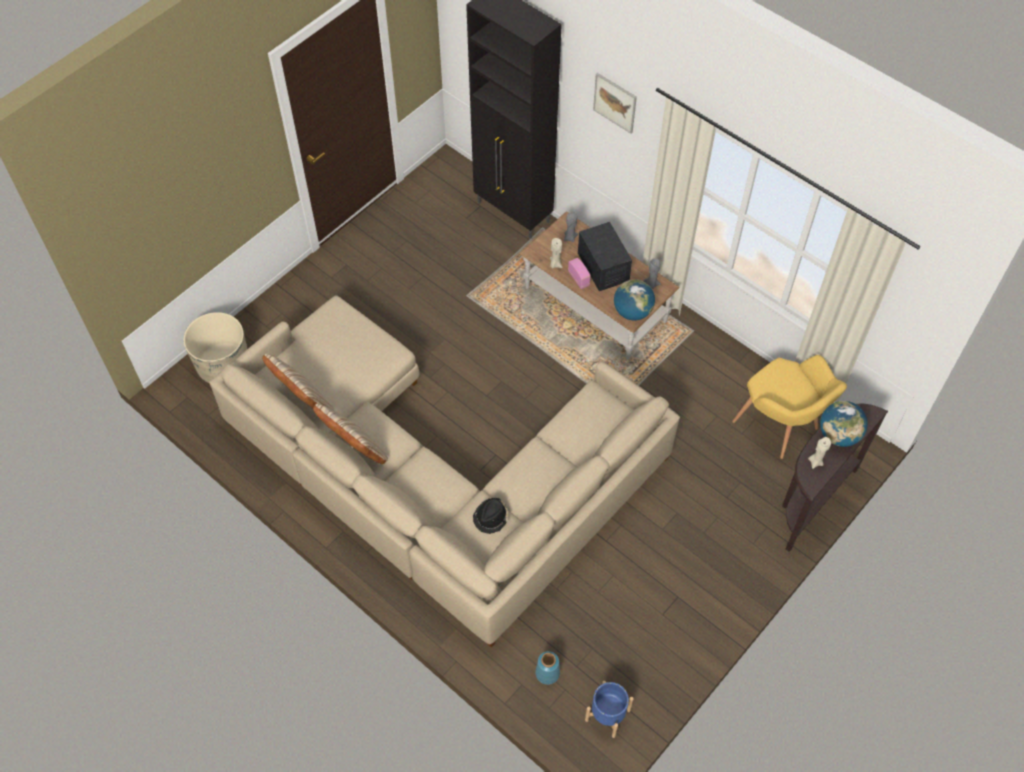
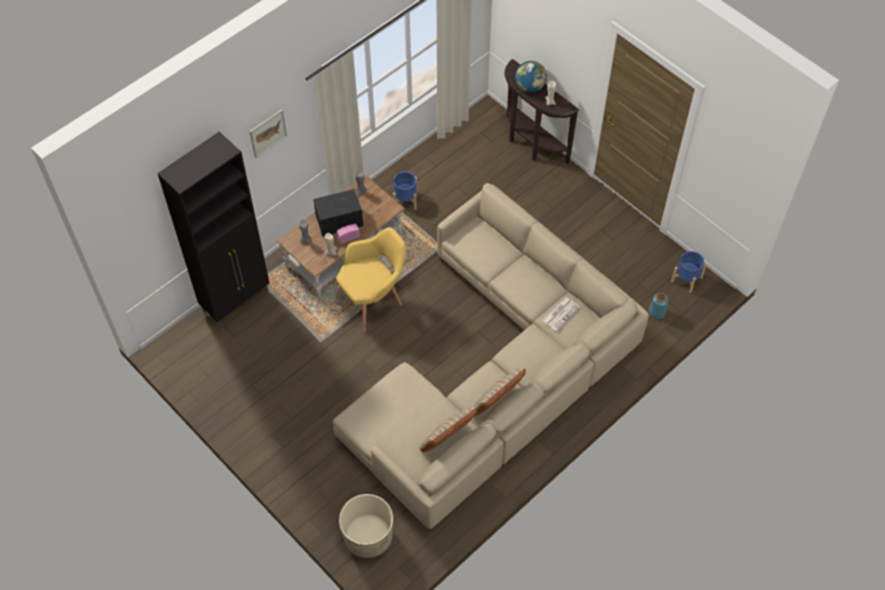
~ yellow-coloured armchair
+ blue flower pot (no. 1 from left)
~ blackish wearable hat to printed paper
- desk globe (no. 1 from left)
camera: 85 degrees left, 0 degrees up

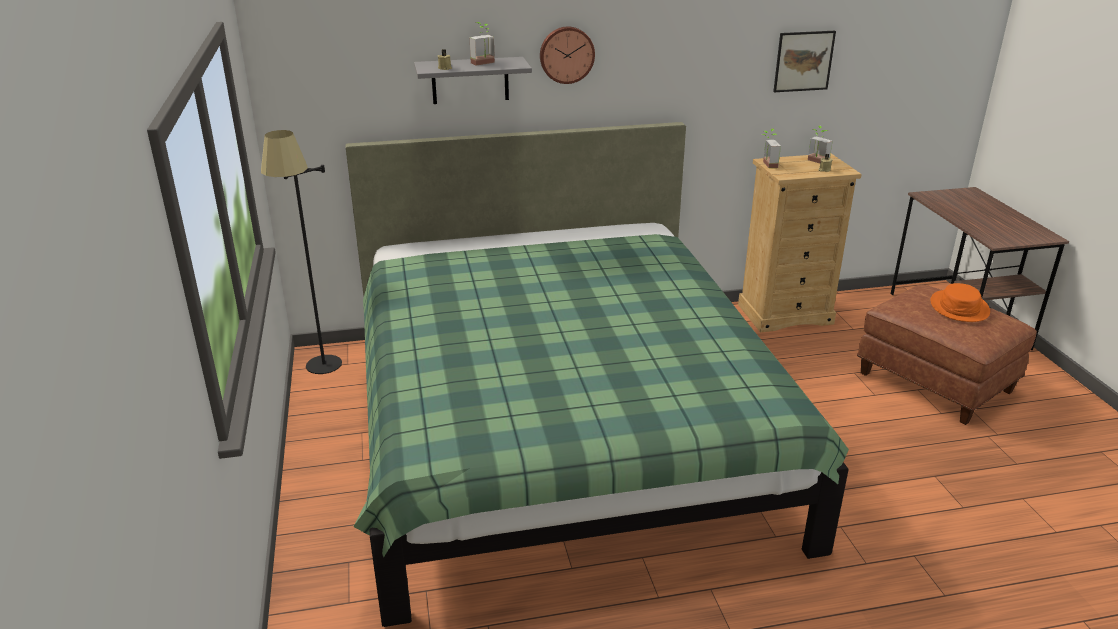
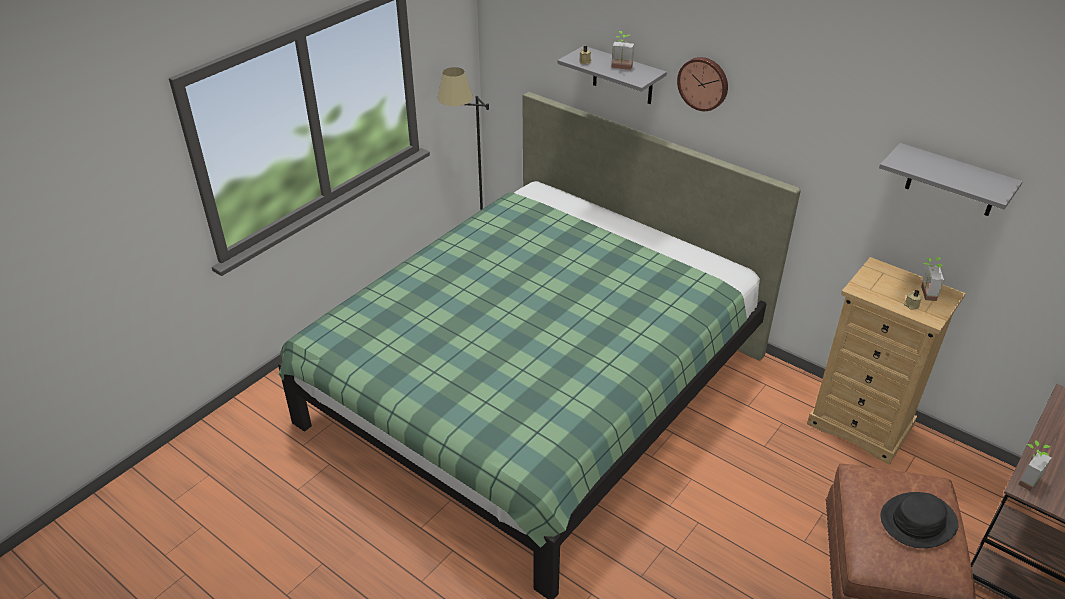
~ picture to greyish shelf (no. 2 from left)
~ orangey wearable hat to blackish wearable hat
~ potted plant (no. 2 from left in the first image) to potted plant (no. 3 from left)
camera: 50 degrees right, 10 degrees up

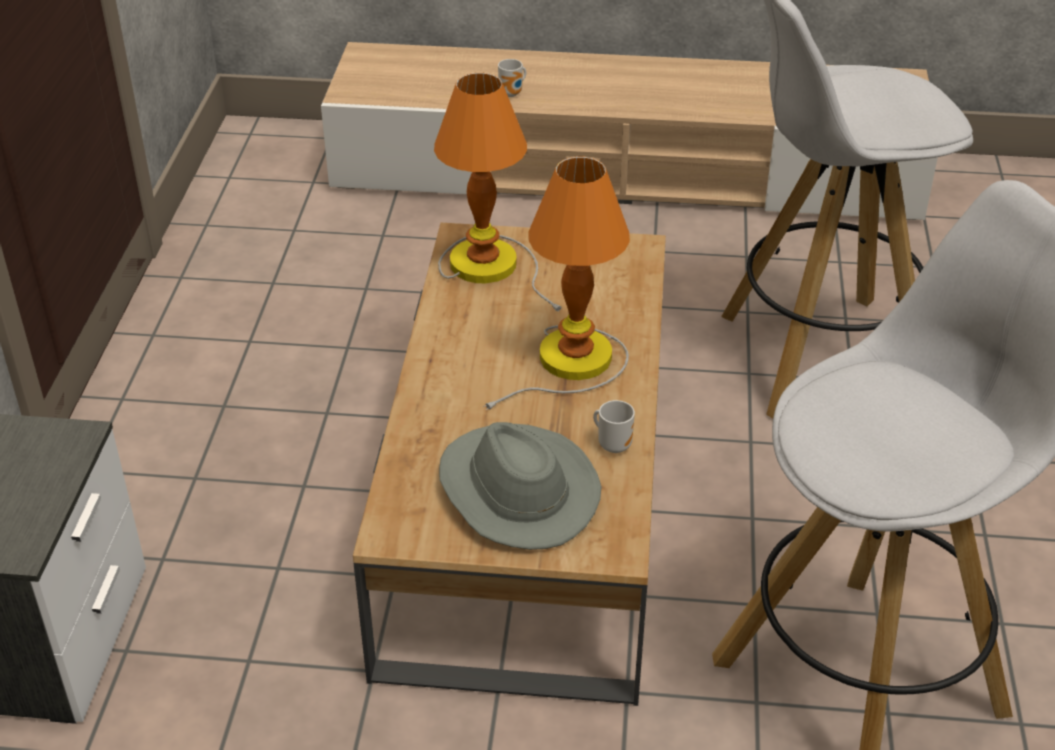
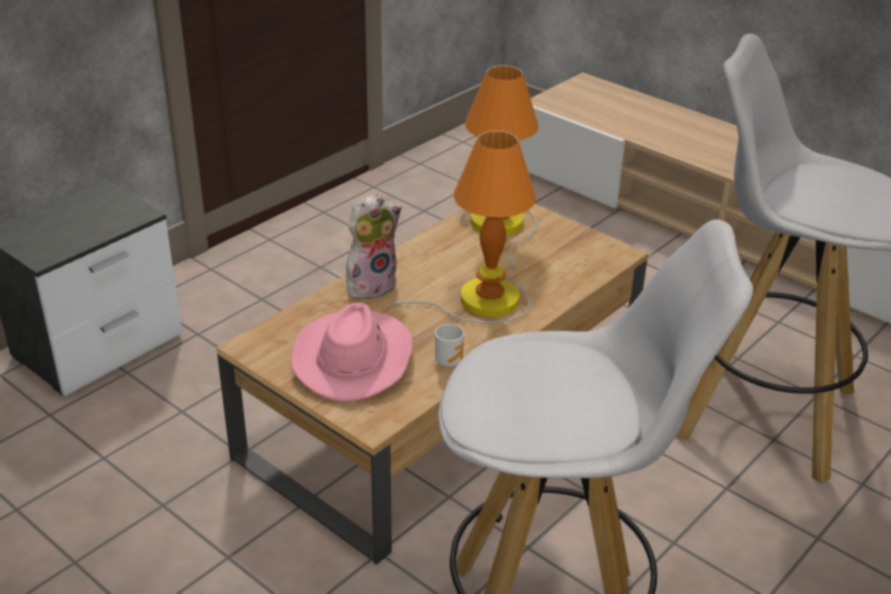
~ greyish wearable hat to pink-coloured wearable hat
+ plush toy
- tea mug (no. 1 from left)
camera: 35 degrees right, 5 degrees down

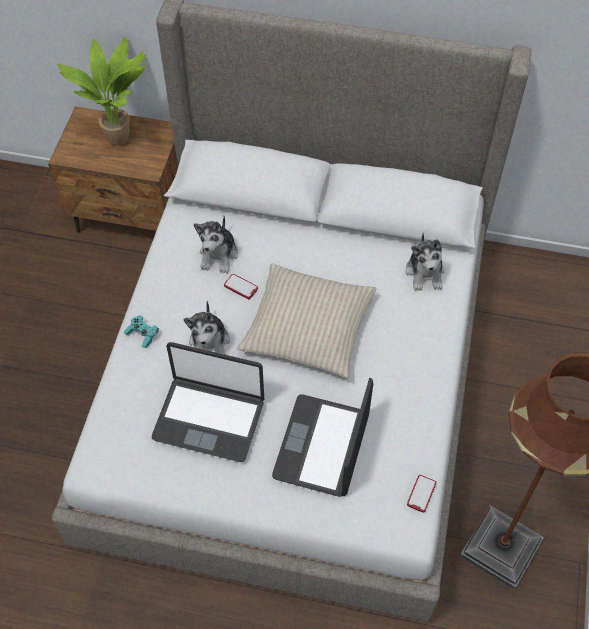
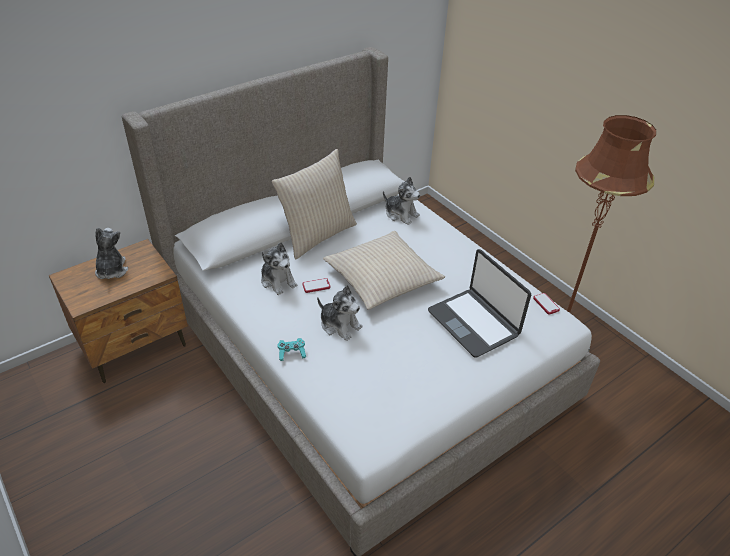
~ potted plant to plush toy (no. 1 from left)
+ sand-coloured throw pillow (no. 1 from left)
- portable computer (no. 1 from left)
camera: 50 degrees left, 15 degrees down

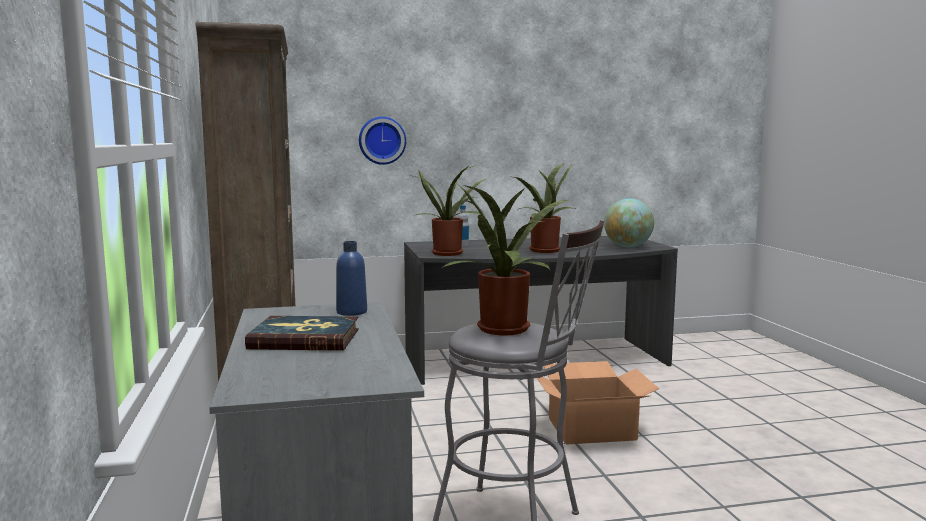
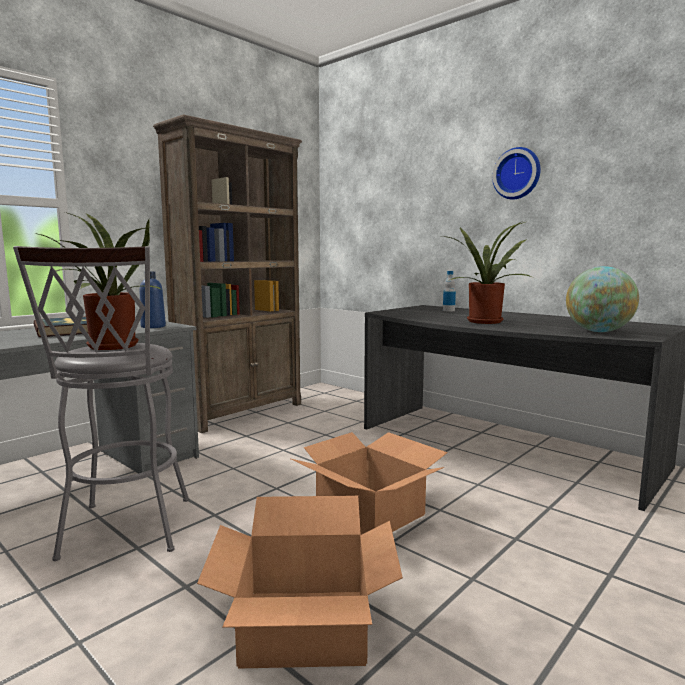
+ carton (no. 1 from left)
~ hanging clock
- potted plant (no. 1 from left)
camera: 55 degrees right, 0 degrees up

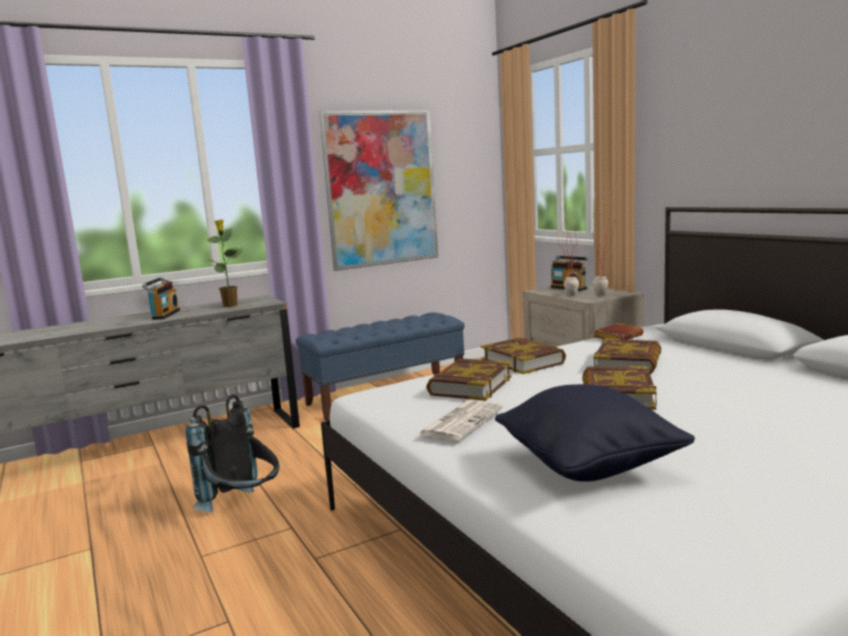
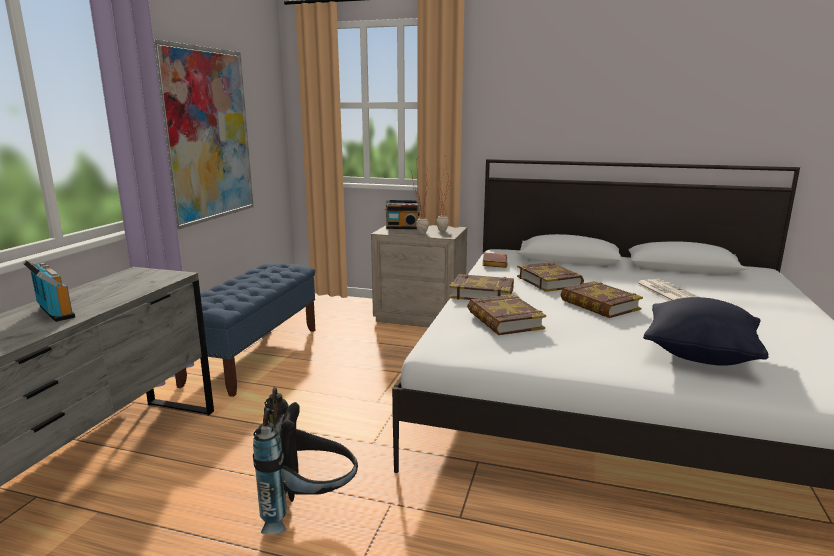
~ printed paper
- potted plant (no. 1 from left)
camera: 45 degrees left, 5 degrees up

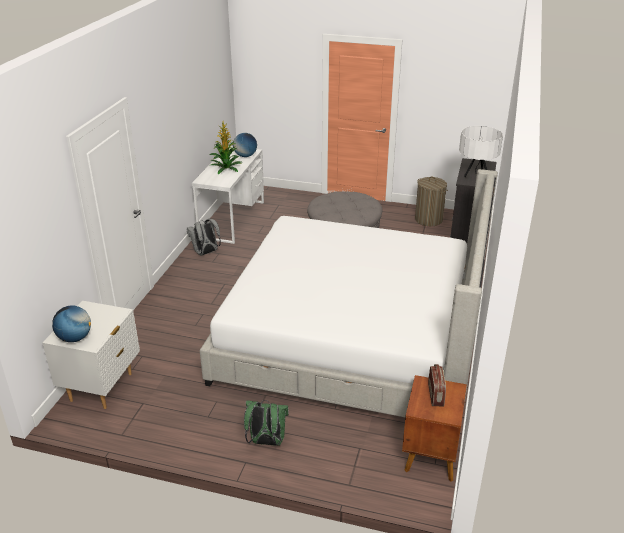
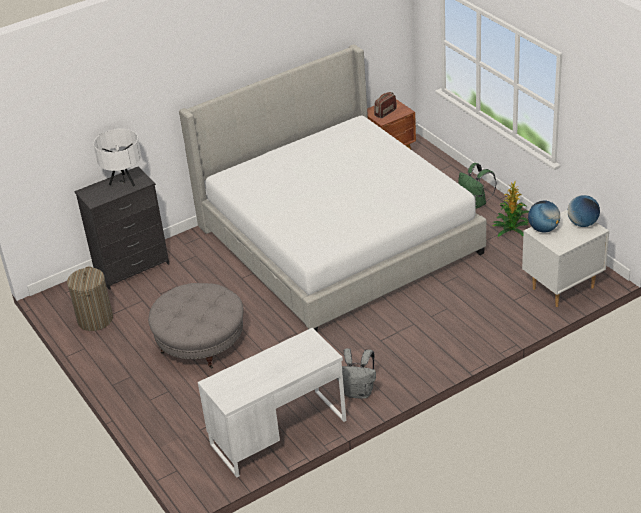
~ potted plant
~ desk globe (no. 2 from left in the first image) to desk globe (no. 1 from left)
camera: 135 degrees left, 5 degrees up

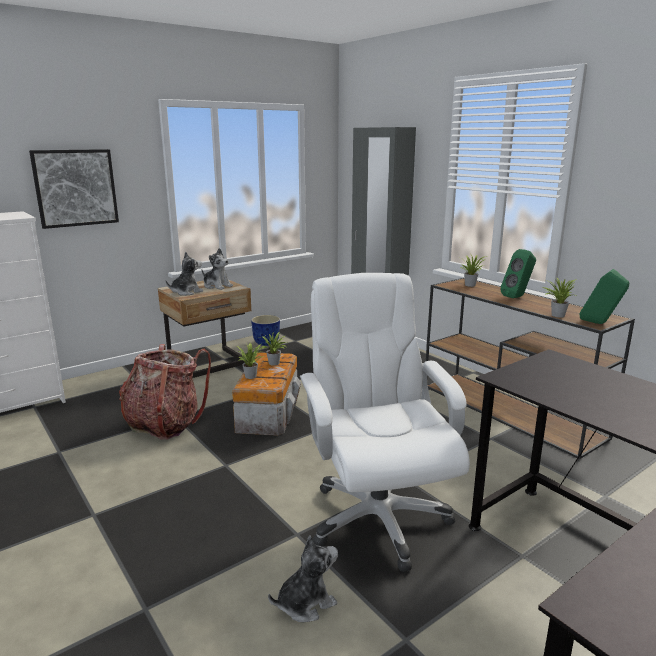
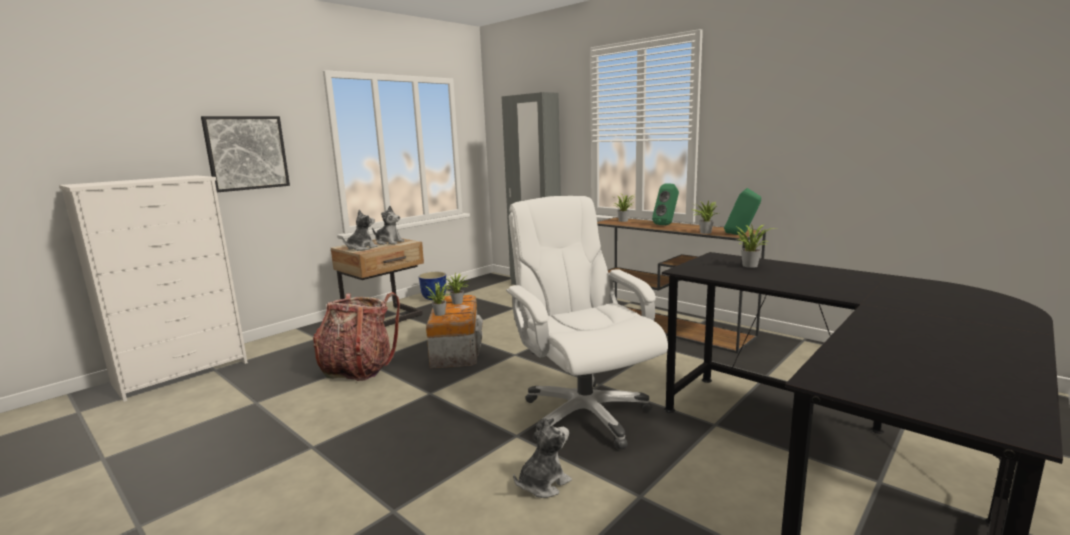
+ potted plant (no. 5 from left)
camera: 10 degrees left, 5 degrees down

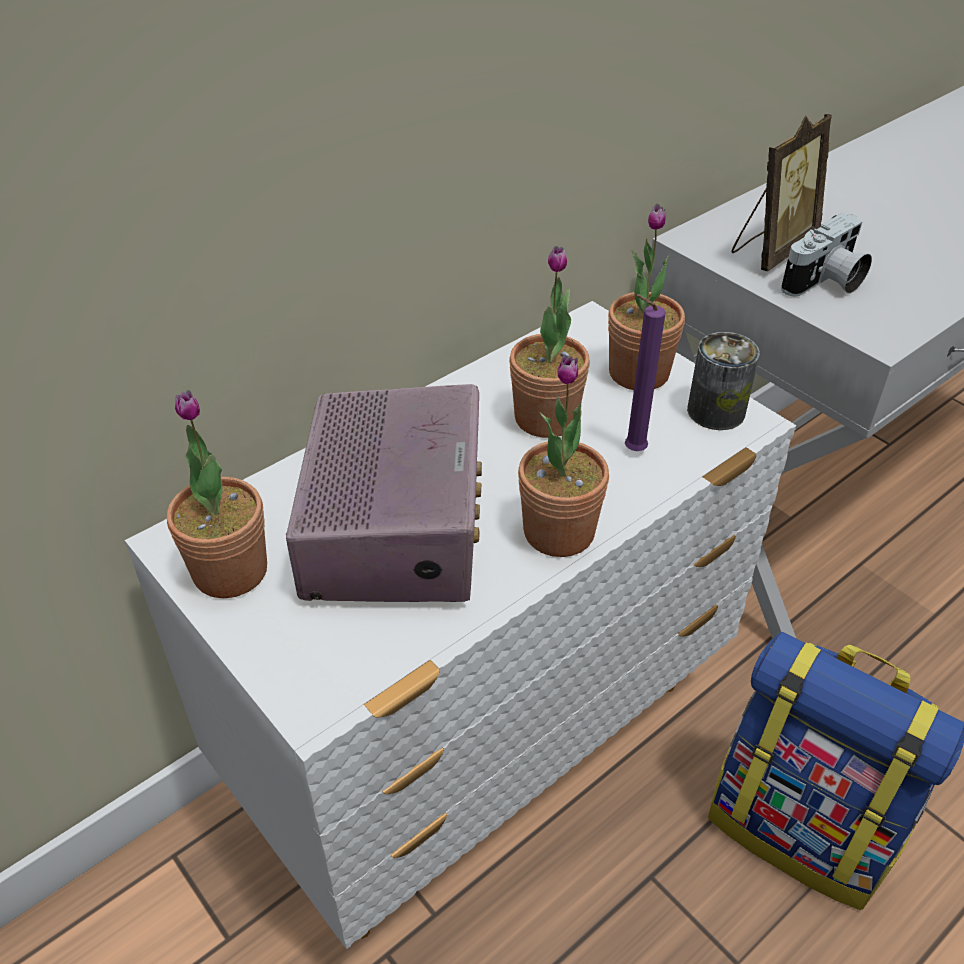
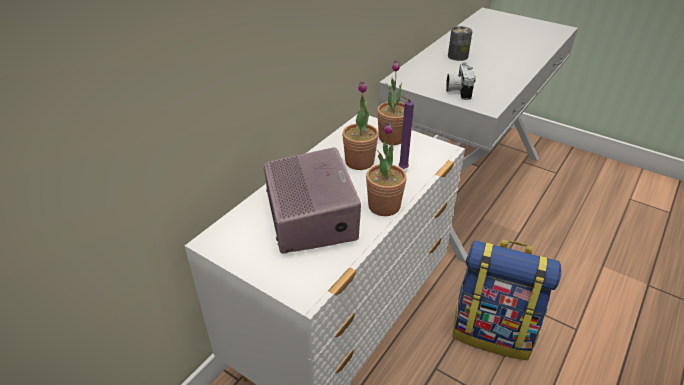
~ photo camera 150 degrees clockwise
~ can
- potted plant (no. 1 from left)
- photo frame
camera: 15 degrees left, 5 degrees down

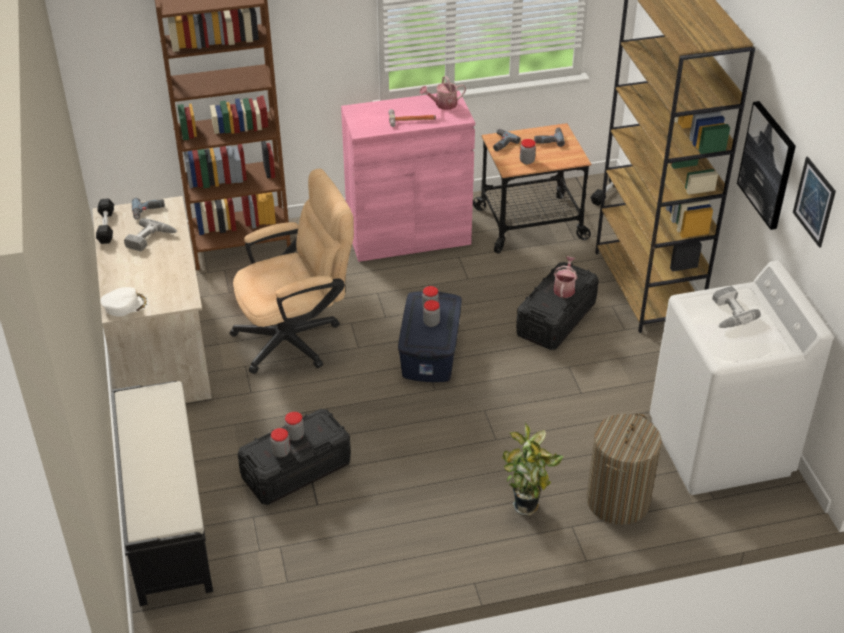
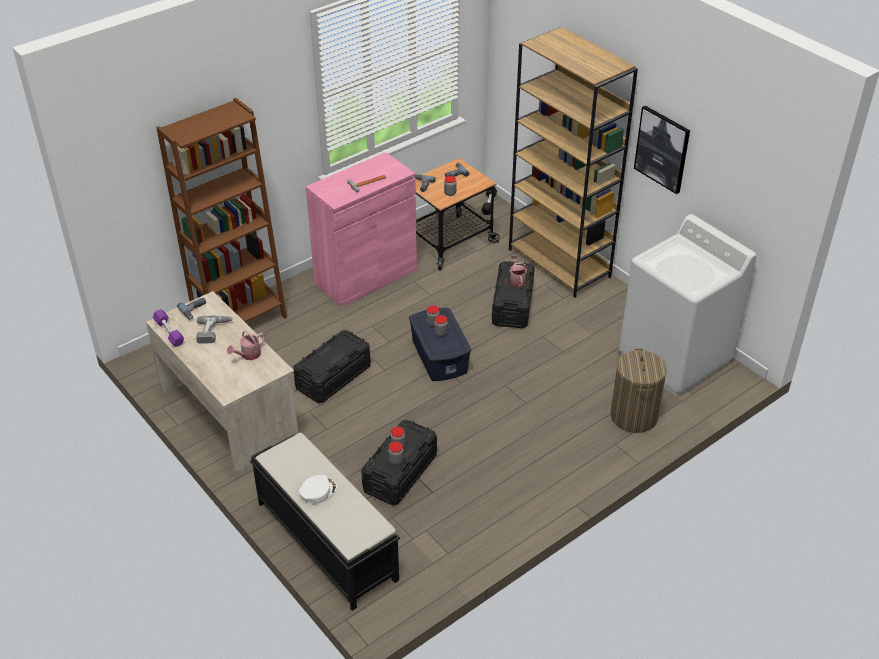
~ blackish hand weight (no. 1 from left) to purplish hand weight
~ sprinkling can (no. 1 from left)
~ sand-coloured desk chair to blackish storage container (no. 1 from left)
~ whitish baseball cap
- potted plant
- electric drill (no. 5 from left)
- picture (no. 2 from left)
camera: 25 degrees left, 0 degrees up

